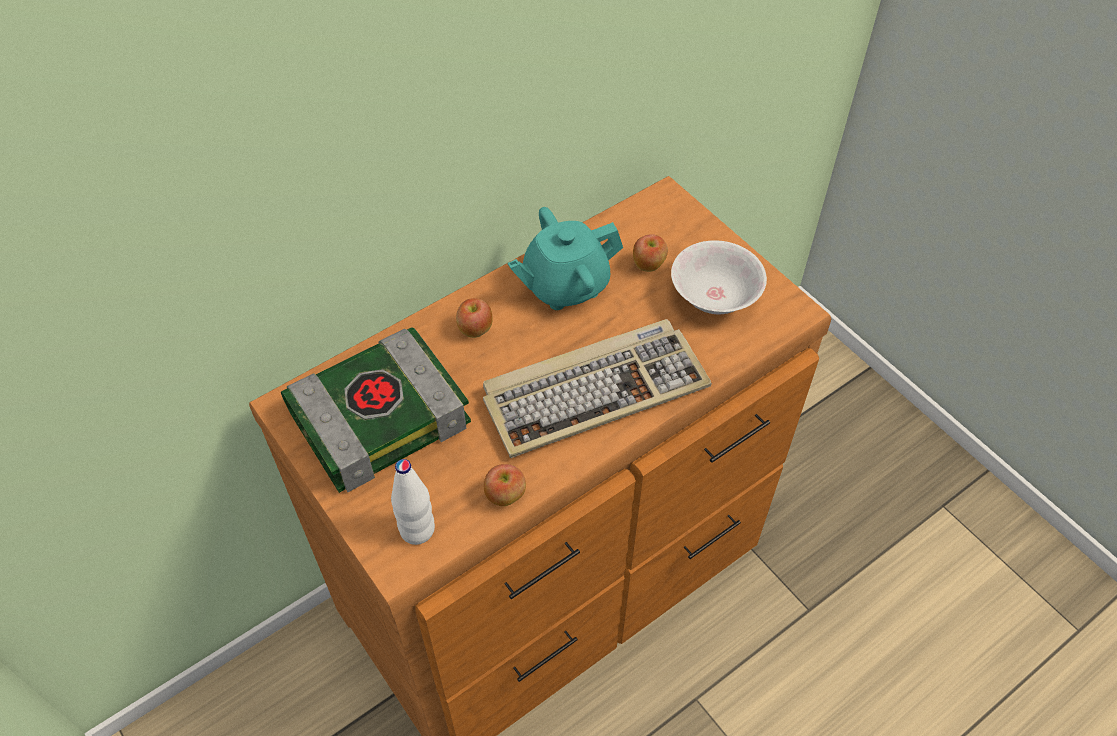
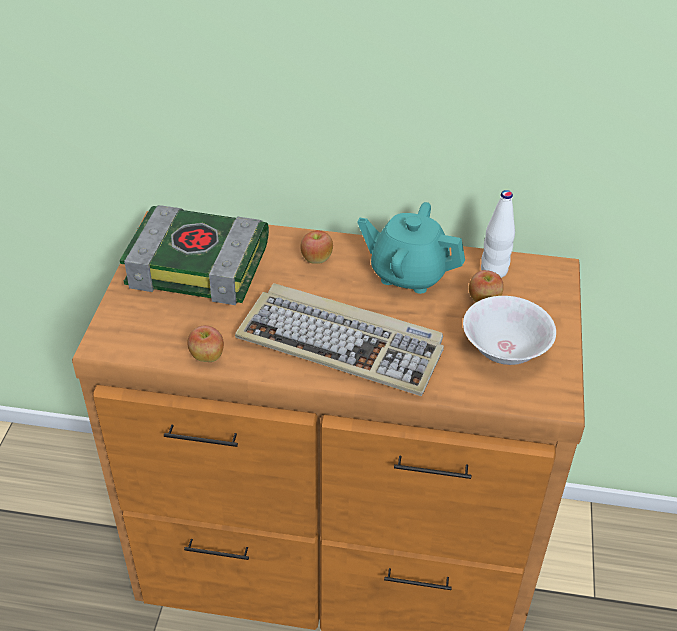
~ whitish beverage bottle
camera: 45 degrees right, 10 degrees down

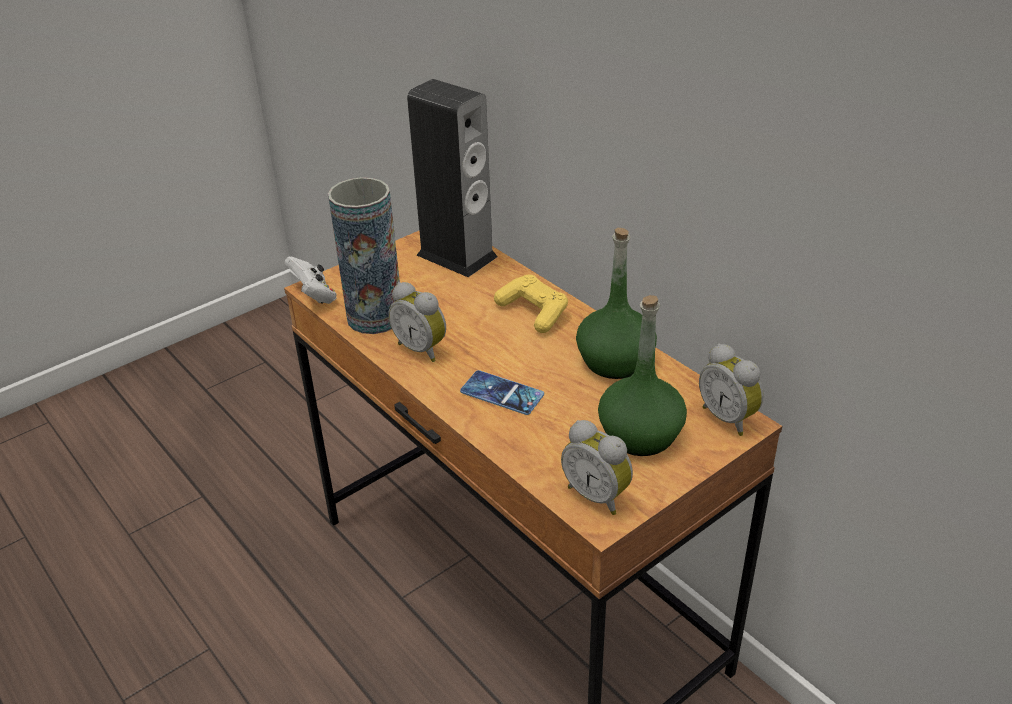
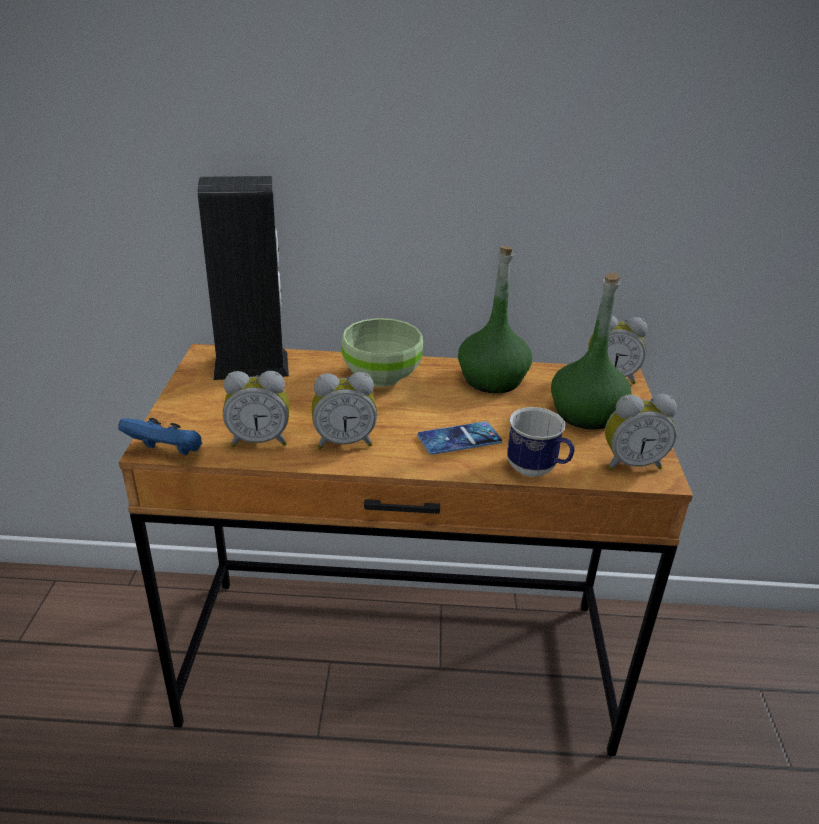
~ whitish game controller to blue game controller
~ vase to bedside clock (no. 1 from left)
~ yellow-coloured game controller to green-coloured deep dish
+ tea mug
camera: 50 degrees left, 5 degrees down

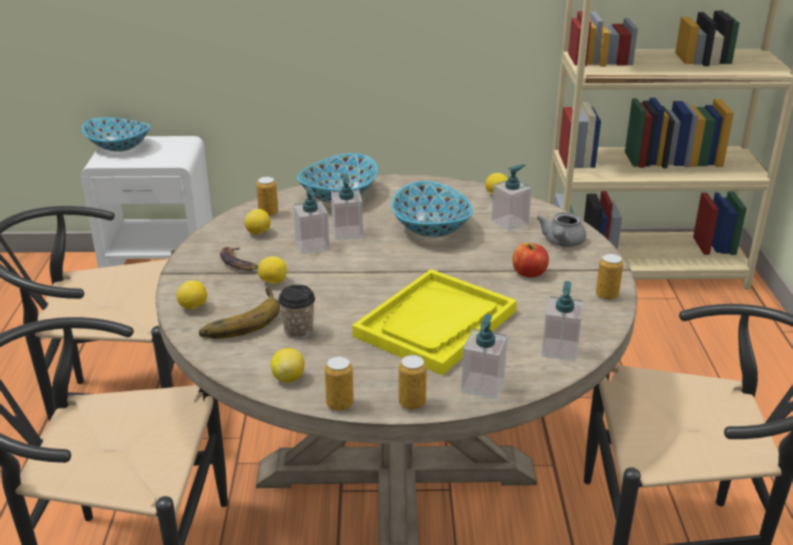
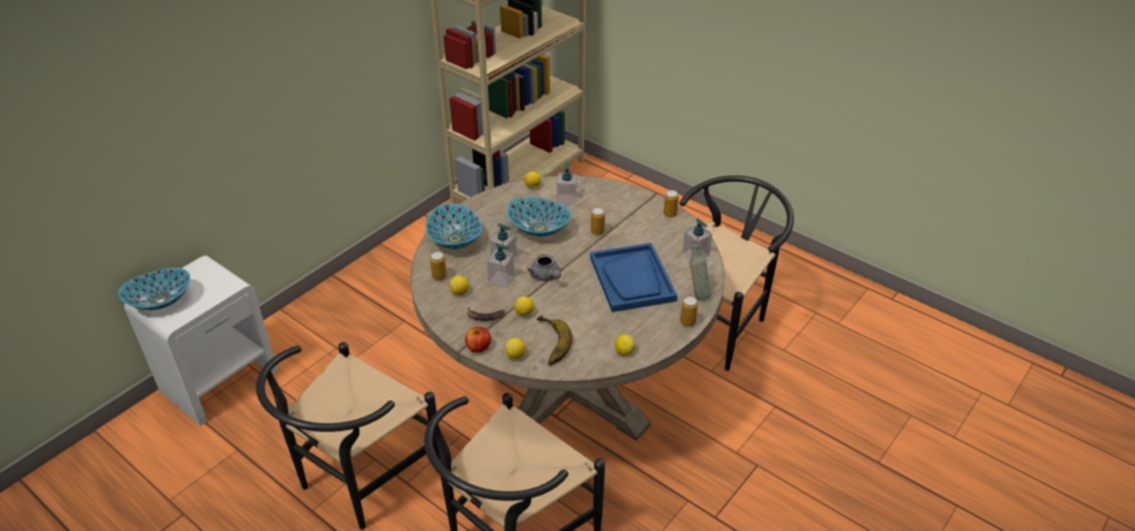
~ whole apple
~ greyish tea pot
~ yellow-coloured tray to blue tray
~ can (no. 2 from left)
~ soap dispenser (no. 3 from left) to greyish beverage bottle
- small cup
camera: 50 degrees left, 10 degrees up

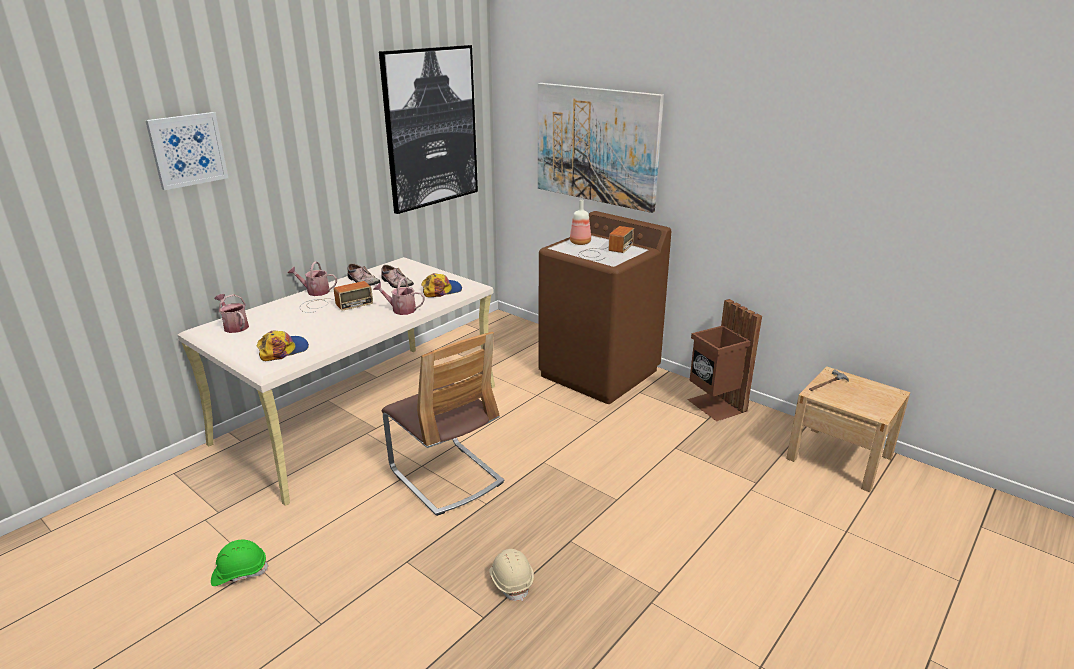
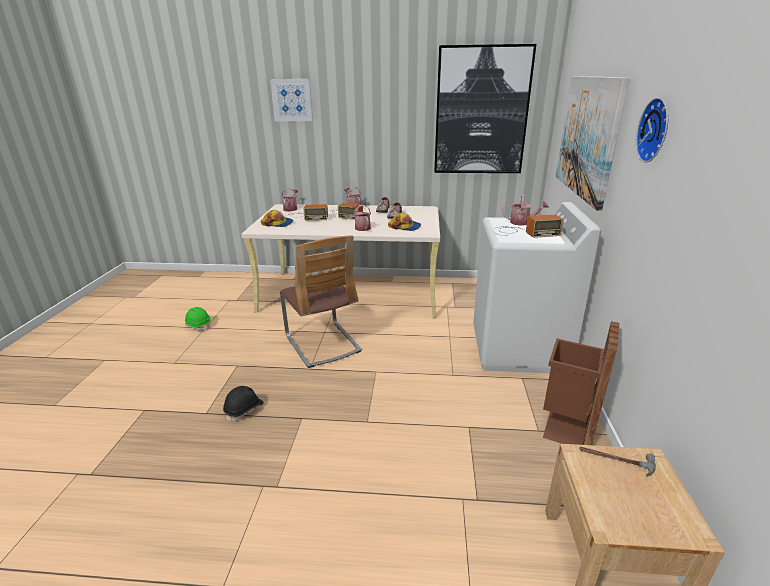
~ sand-coloured safety helmet to blackish safety helmet
~ chair 45 degrees counterclockwise
+ radio set (no. 1 from left)
~ brownish laundry appliance to whitish laundry appliance
~ beverage bottle to sprinkling can (no. 4 from left)
+ hanging clock
camera: 55 degrees right, 0 degrees up

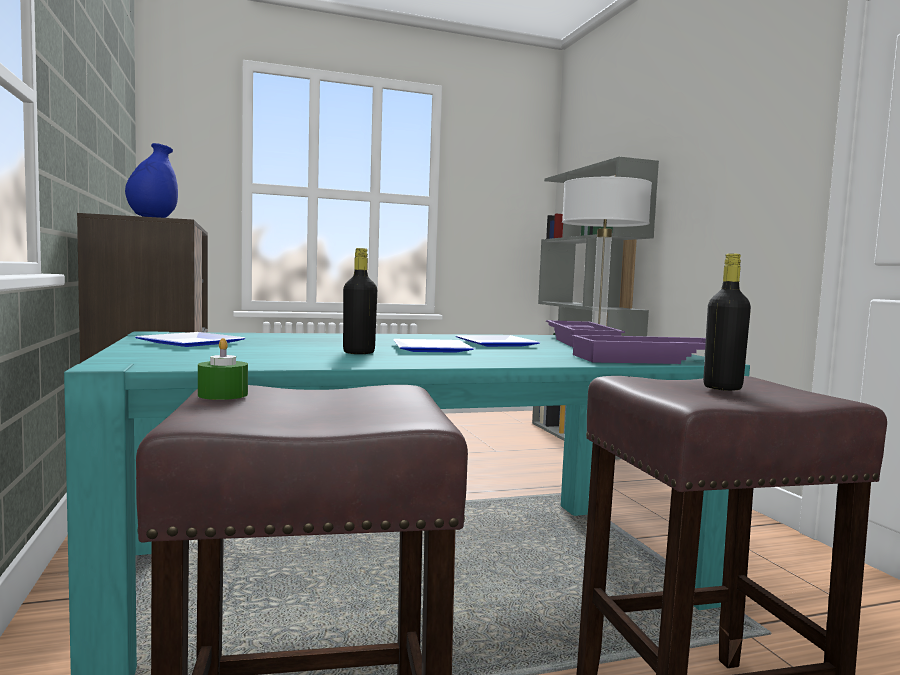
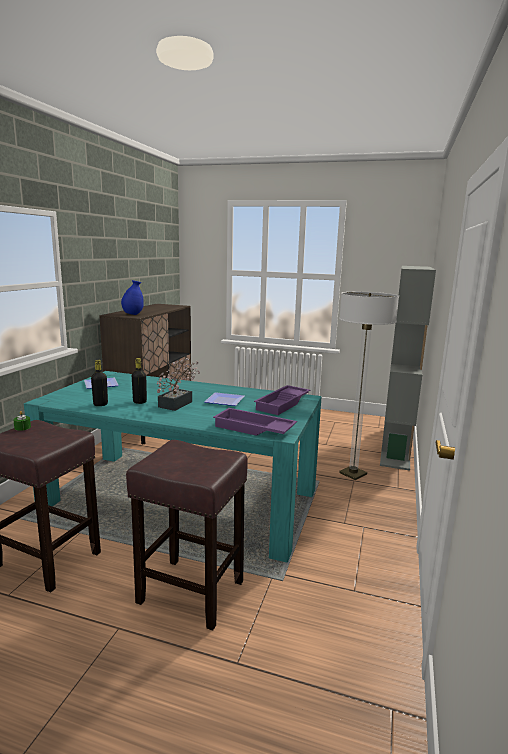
~ blackish beverage bottle (no. 2 from left in the first image) to blackish beverage bottle (no. 1 from left)
~ dinner plate (no. 2 from left) to potted plant
camera: 35 degrees right, 10 degrees up

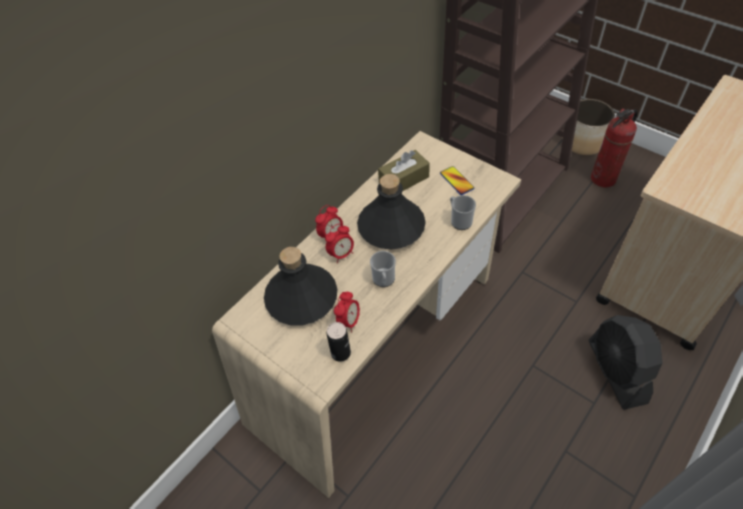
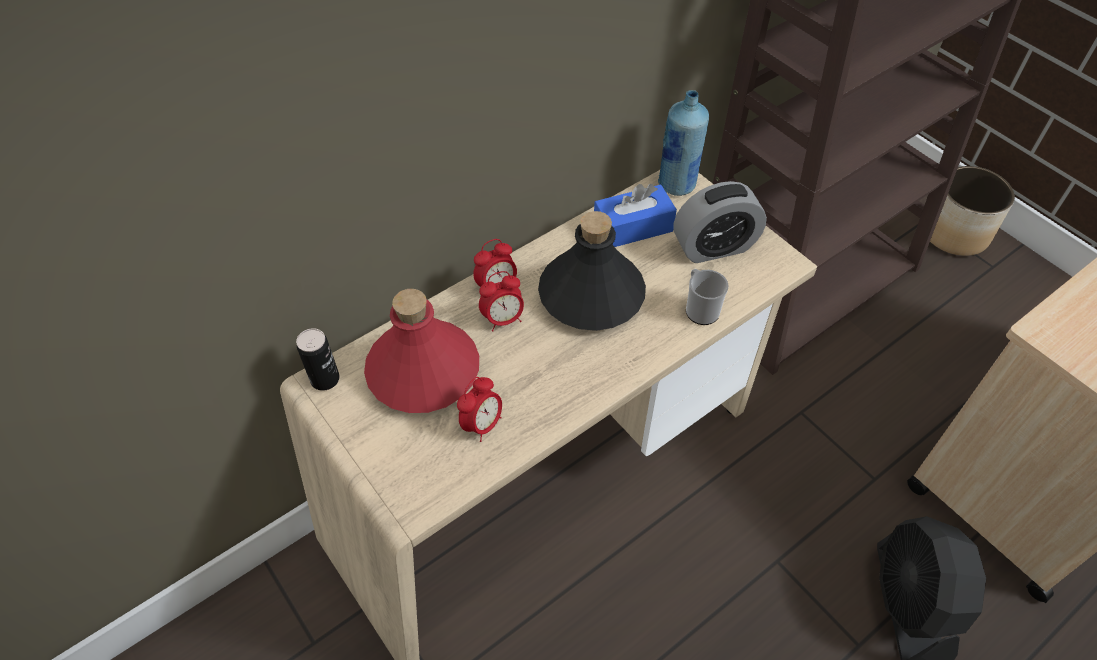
~ can
~ blackish beverage bottle (no. 1 from left) to red-coloured beverage bottle
~ brownish tissue holder to blue tissue holder
+ blue beverage bottle
~ telephone to bedside clock (no. 4 from left)
- tea mug (no. 1 from left)
- fire-fighting cylinder
camera: 10 degrees right, 0 degrees up

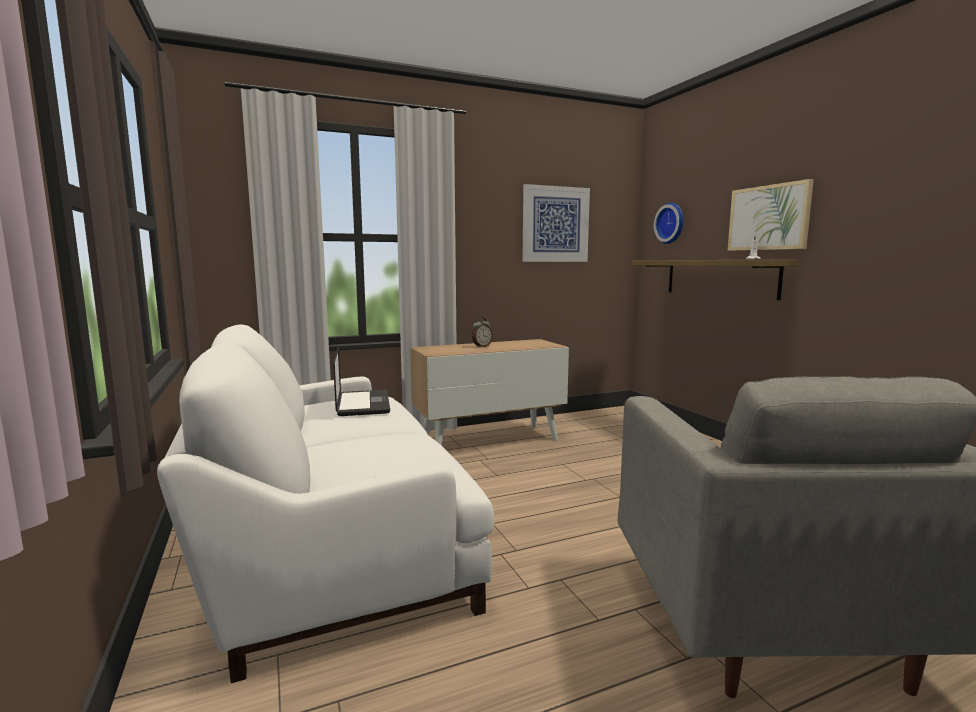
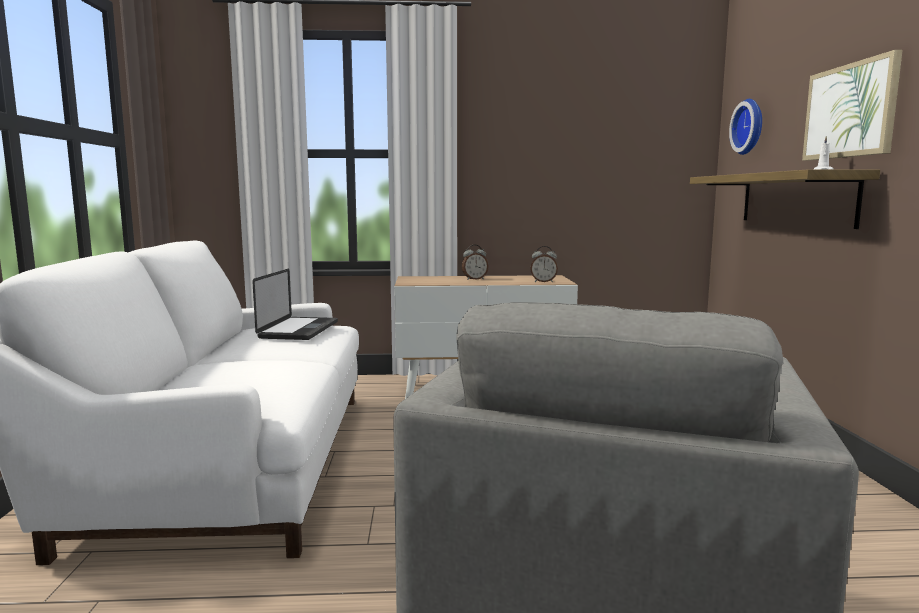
+ bedside clock (no. 2 from left)
- picture (no. 1 from left)
camera: 20 degrees right, 0 degrees up

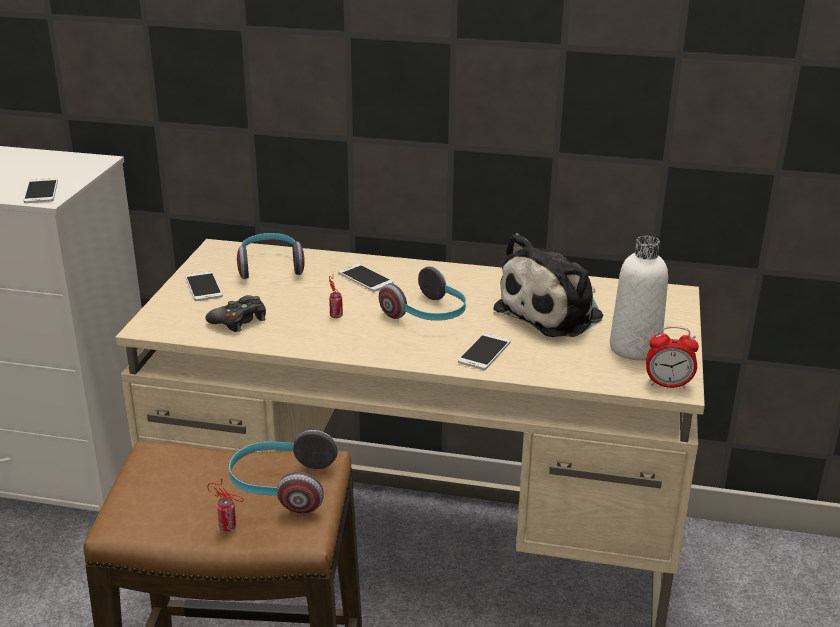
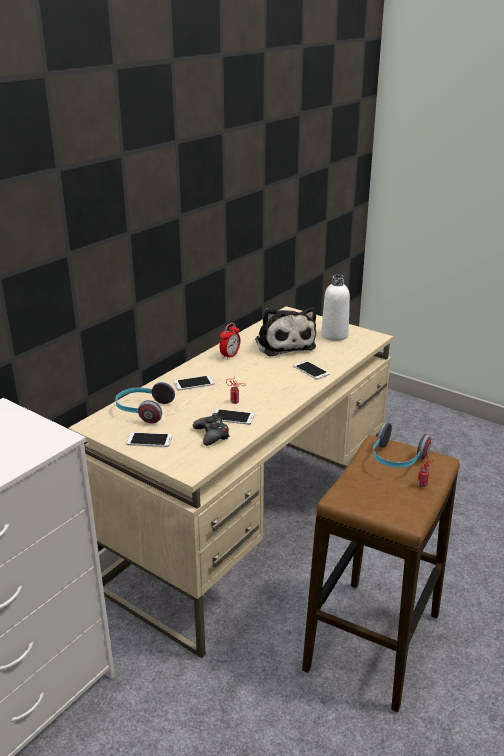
~ telephone (no. 1 from left in the first image) to telephone (no. 3 from left)
~ bedside clock
- pair of headphones (no. 3 from left)
camera: 65 degrees left, 0 degrees up

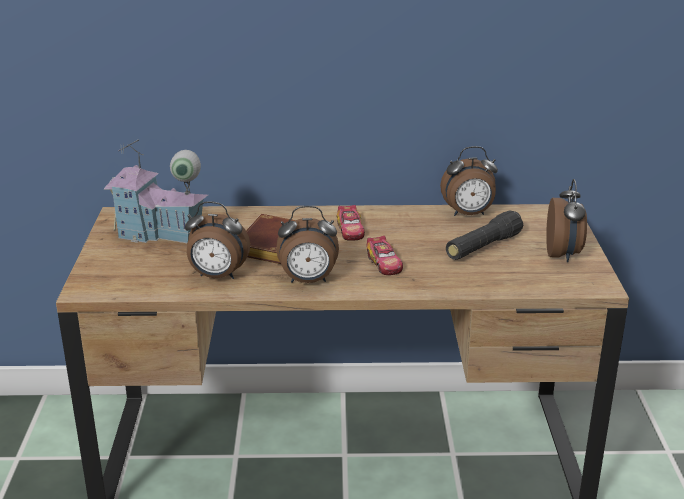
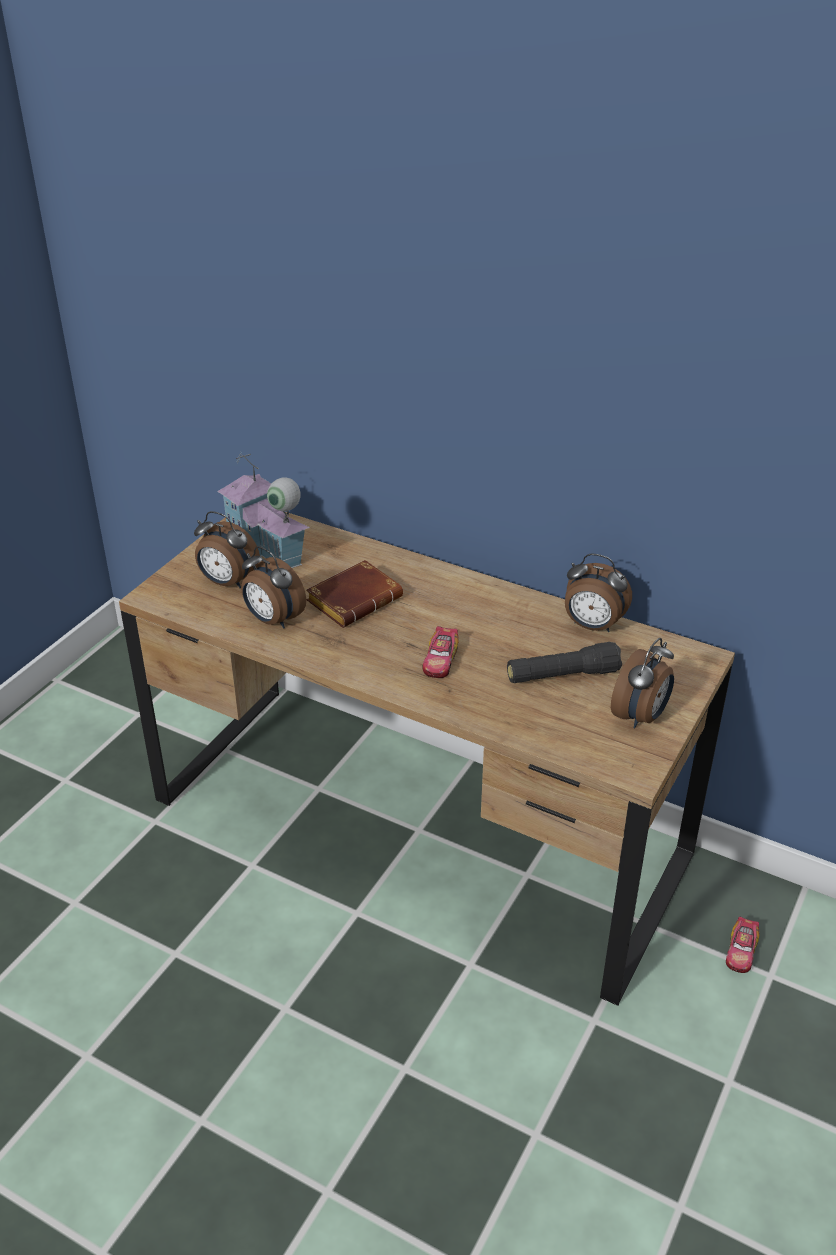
~ bedside clock (no. 2 from left in the first image) to bedside clock (no. 1 from left)
~ model car (no. 1 from left in the first image) to model car (no. 2 from left)
camera: 30 degrees right, 10 degrees up

